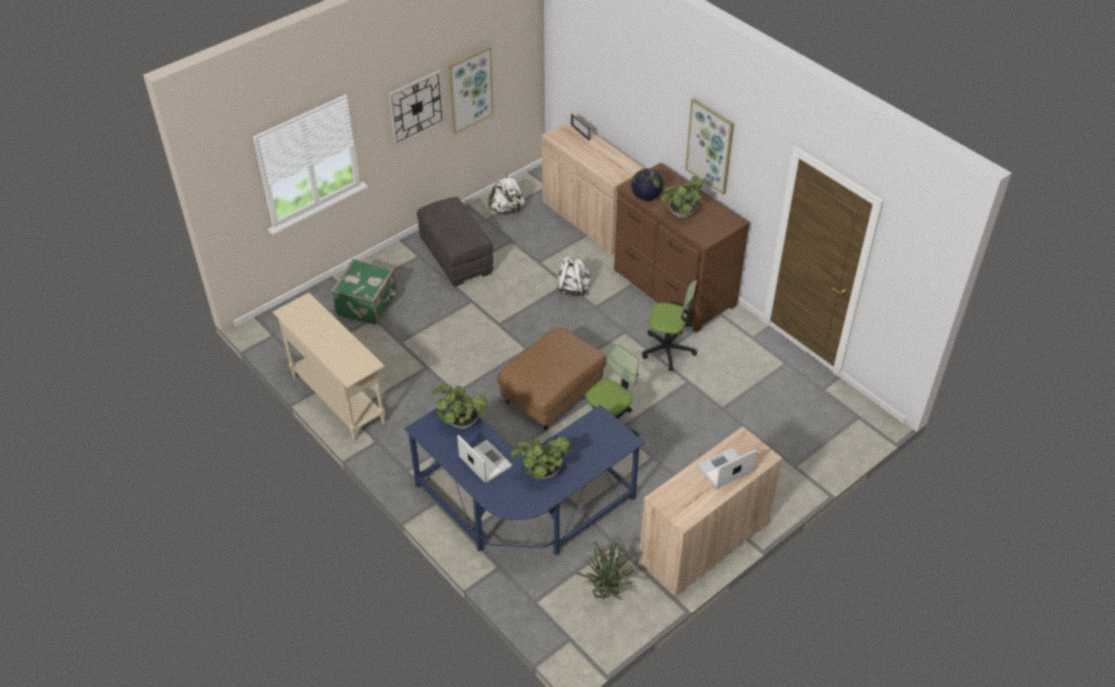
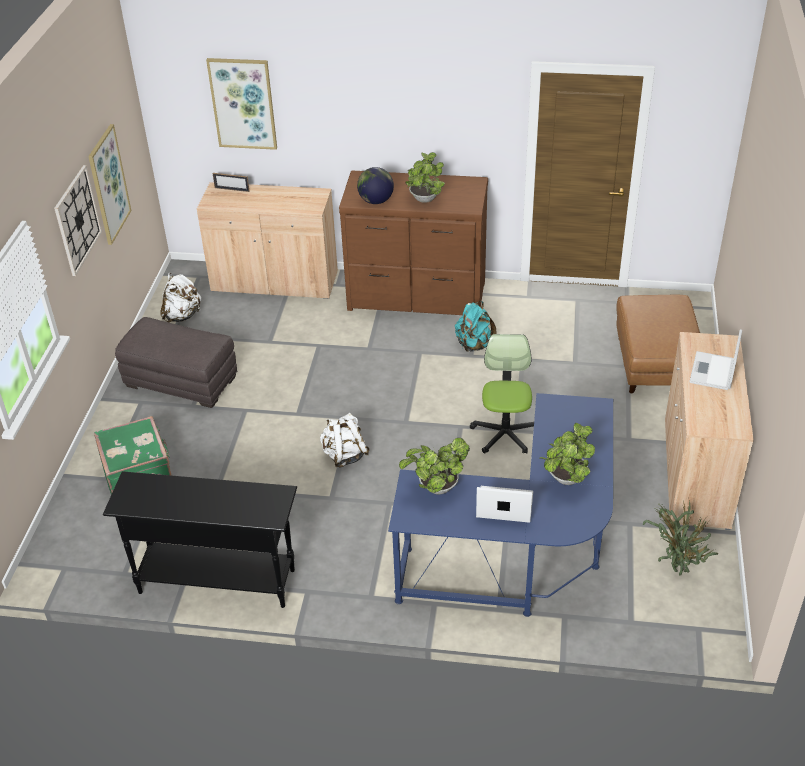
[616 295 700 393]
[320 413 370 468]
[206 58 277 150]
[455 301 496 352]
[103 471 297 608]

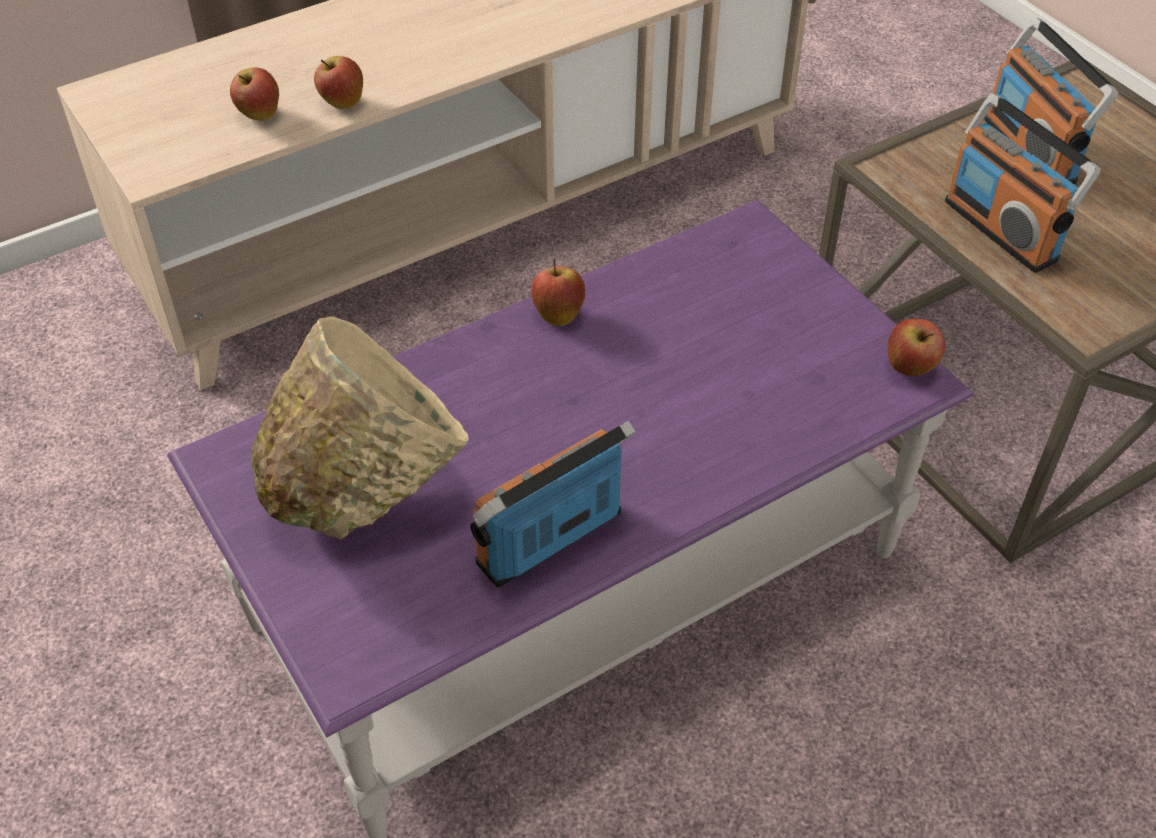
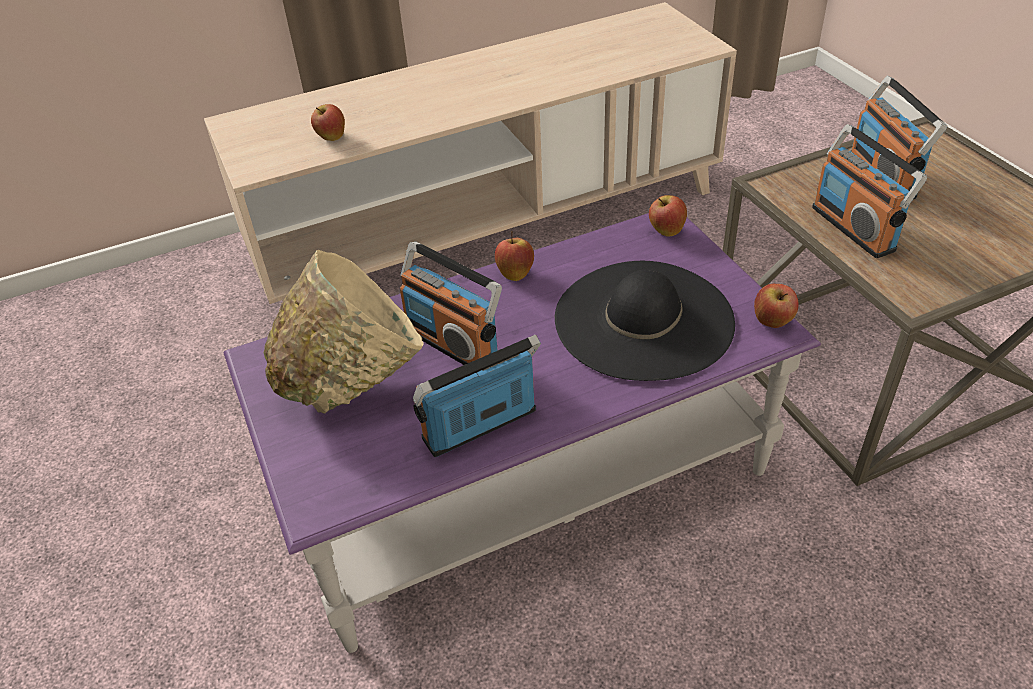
[400 242 502 365]
[555 261 735 381]
[649 195 687 237]

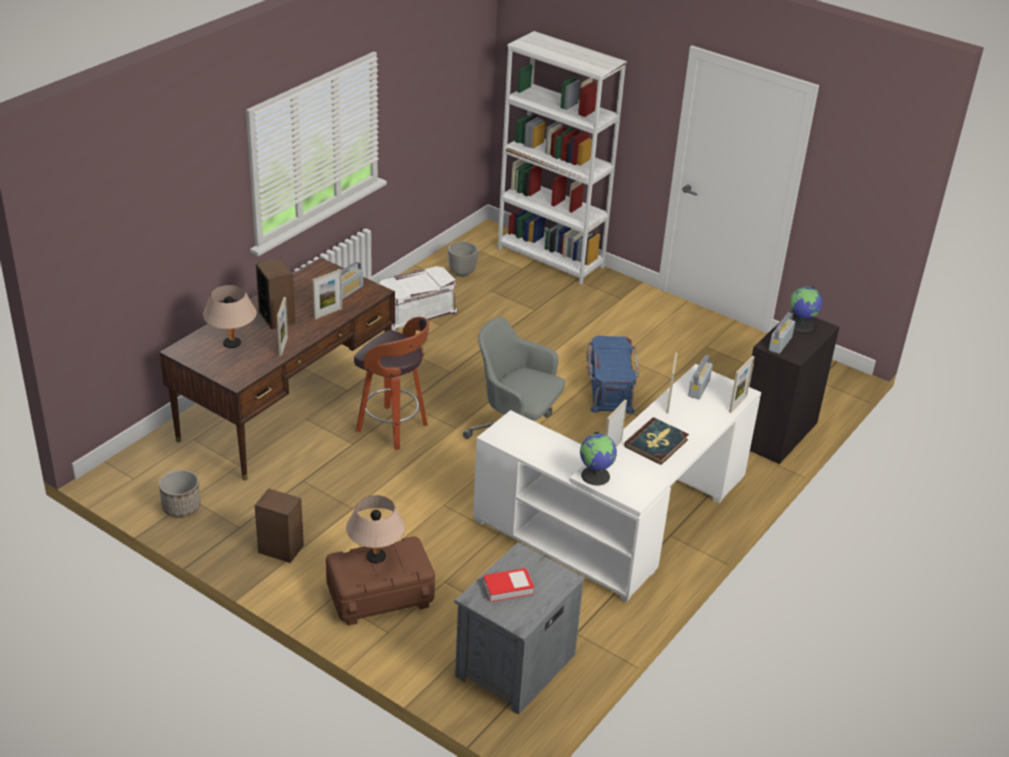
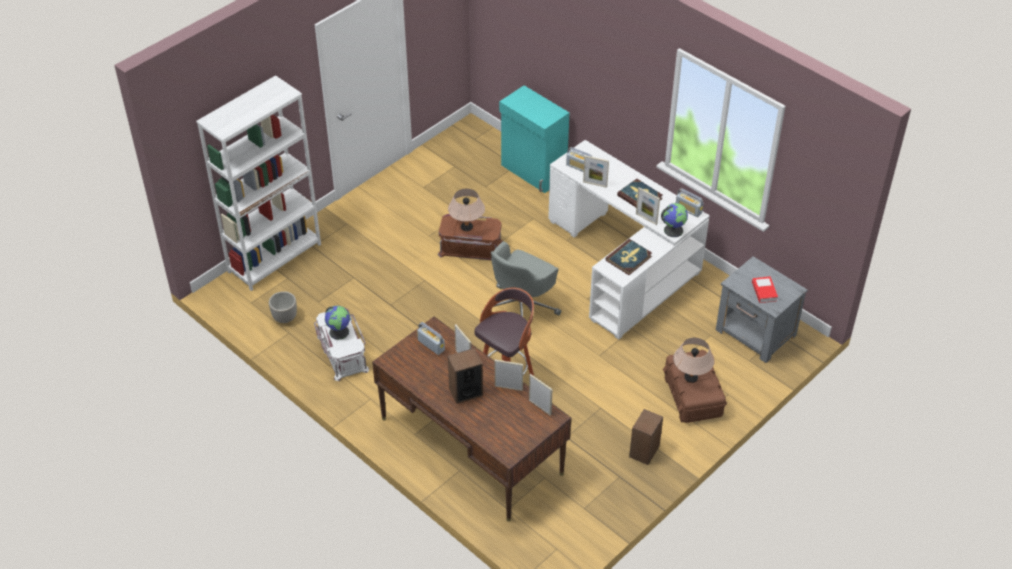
[159 470 201 517] (first image)
[606 239 652 275]
[448 189 485 231]
[529 374 552 416]
[676 188 704 217]
[325 306 350 340]
[438 214 503 260]
[499 86 569 193]

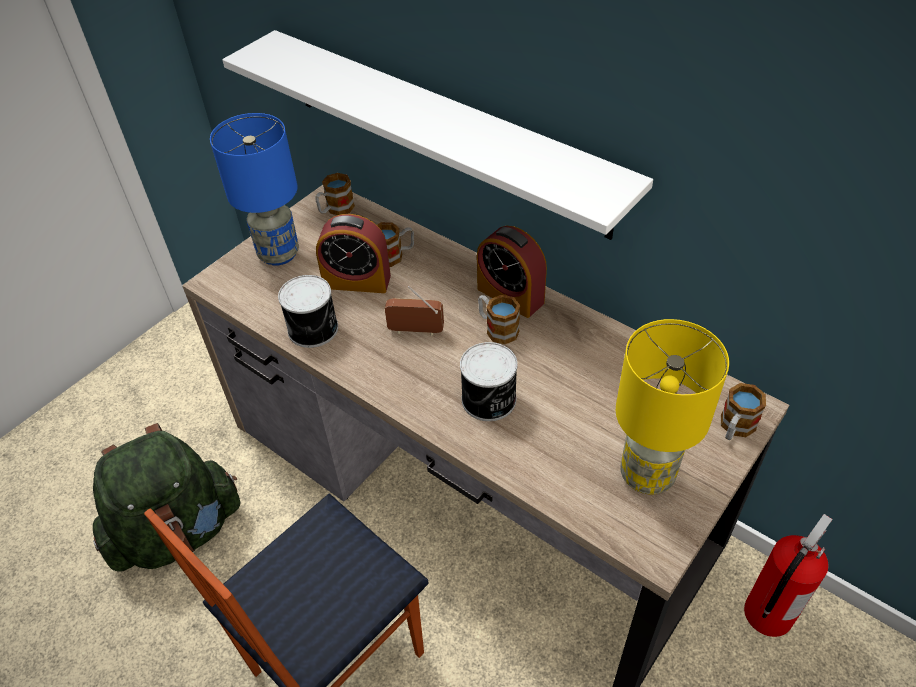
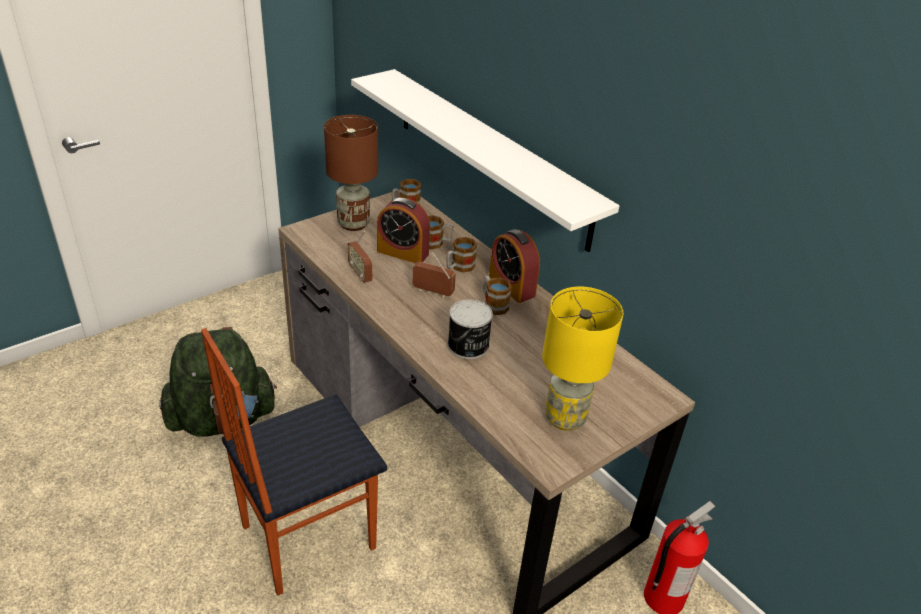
[446 237 477 272]
[348 231 372 283]
[324 115 378 231]

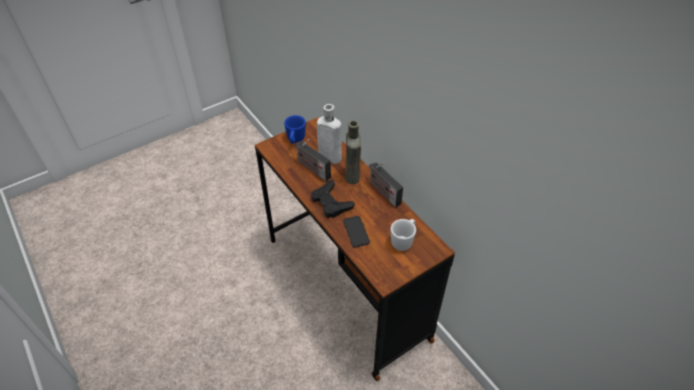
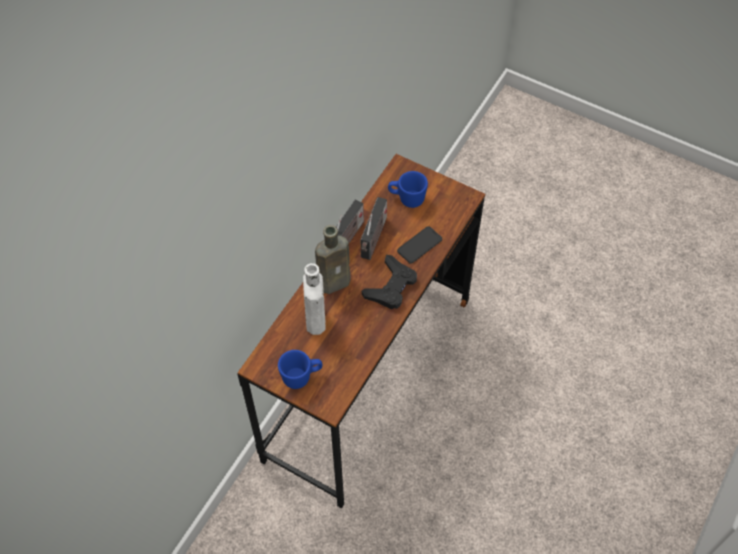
[361 197 387 260]
[388 171 428 208]

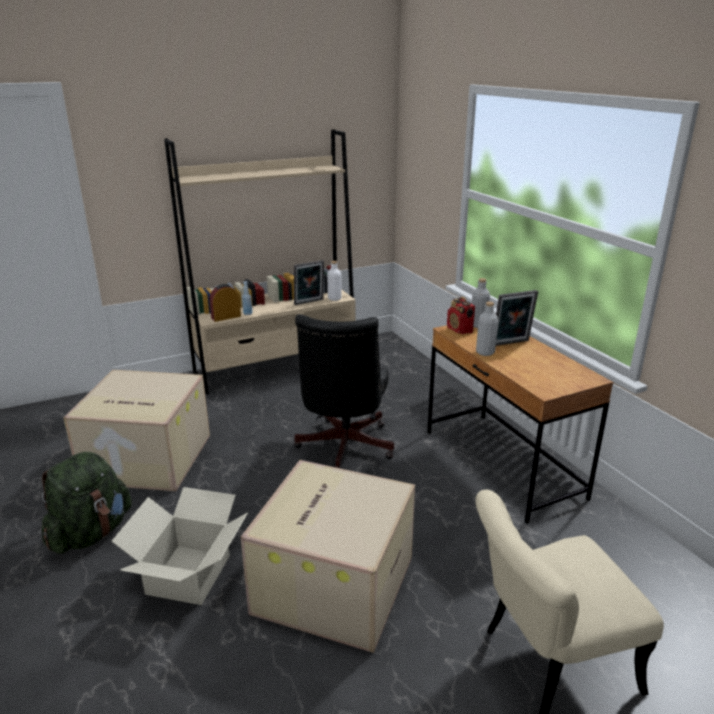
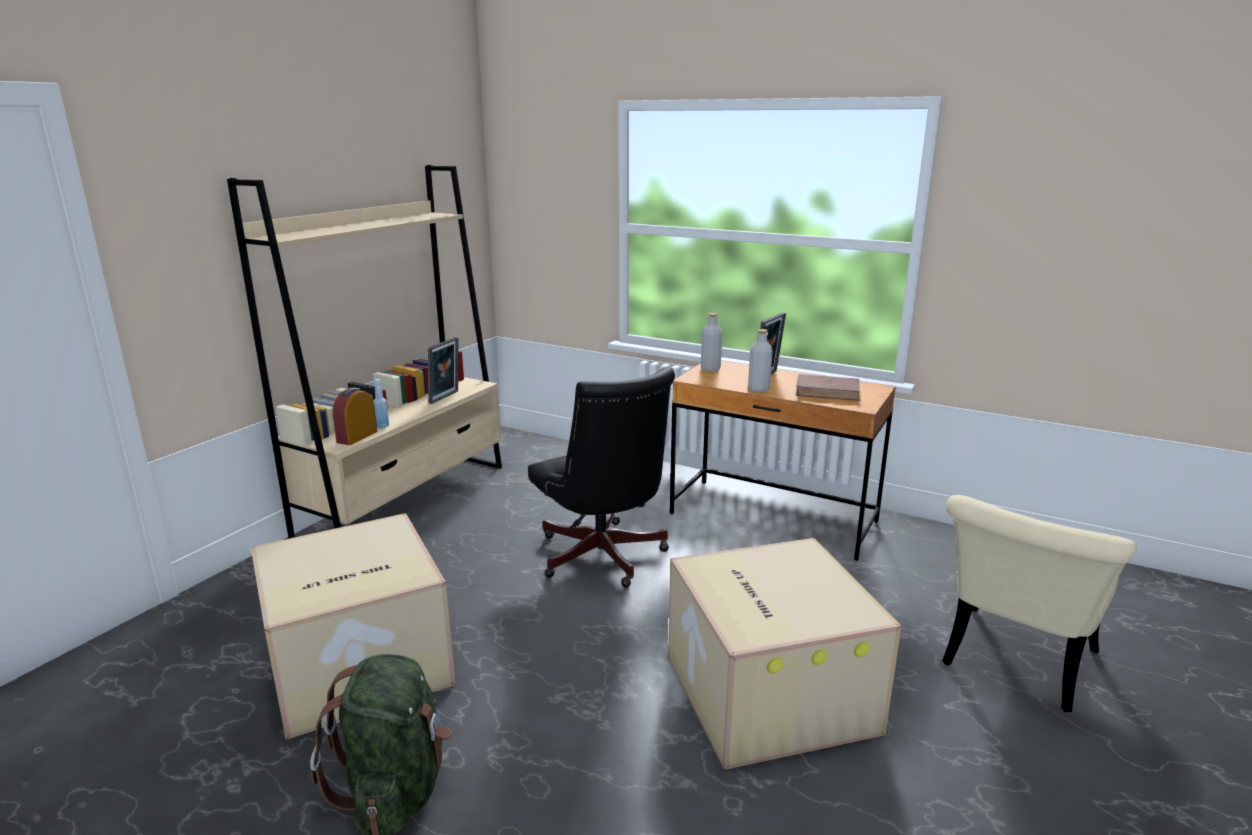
[111 487 248 605] (first image)
[327 261 342 301] (first image)
[447 297 475 334] (first image)
[795 374 860 401]

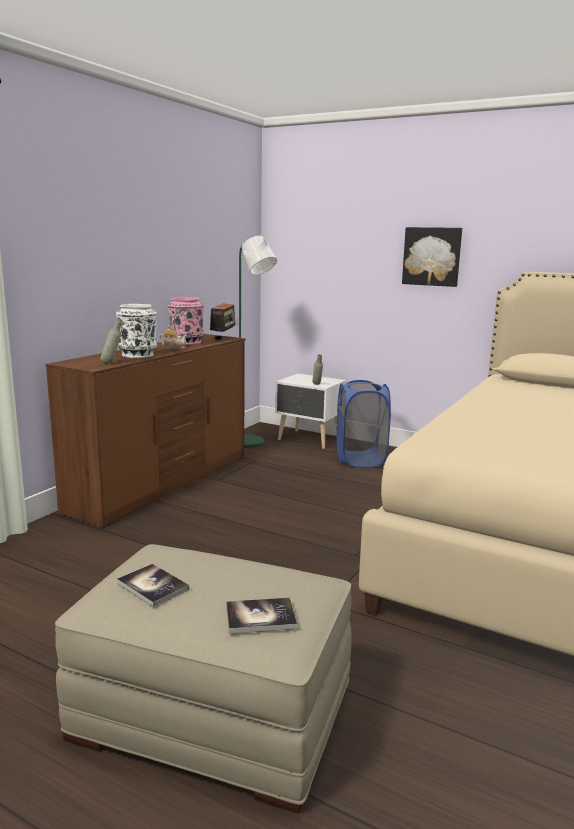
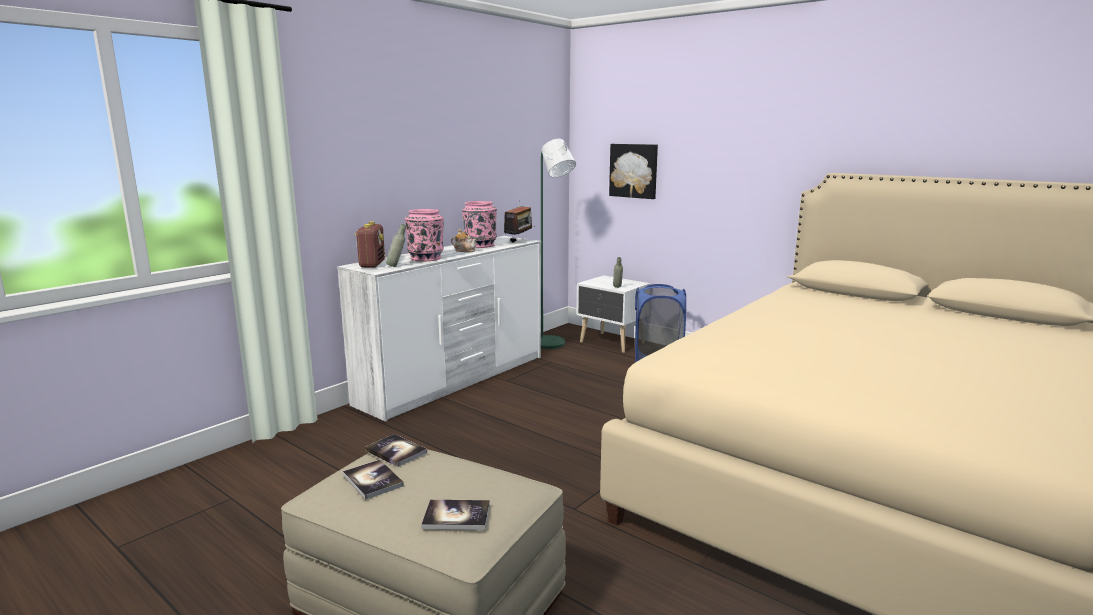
[354 221 385 268]
[365 434 427 467]
[609 144 658 199]
[337 236 541 422]
[405 209 444 261]

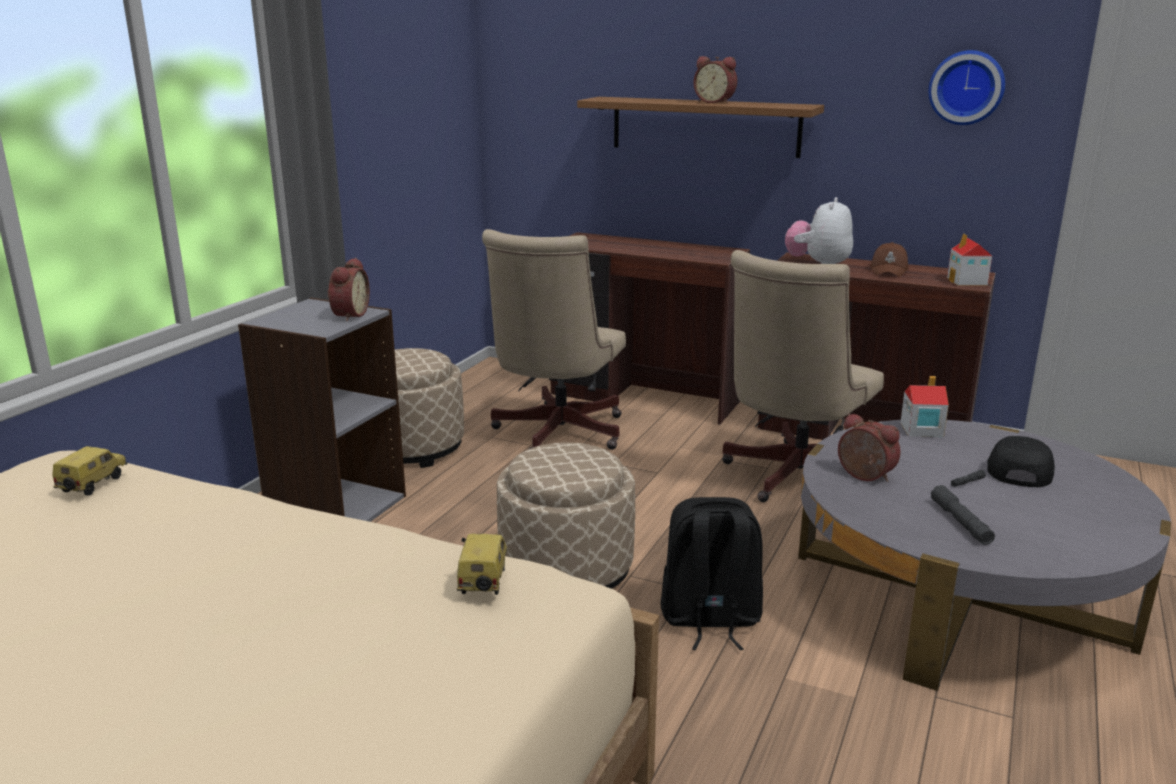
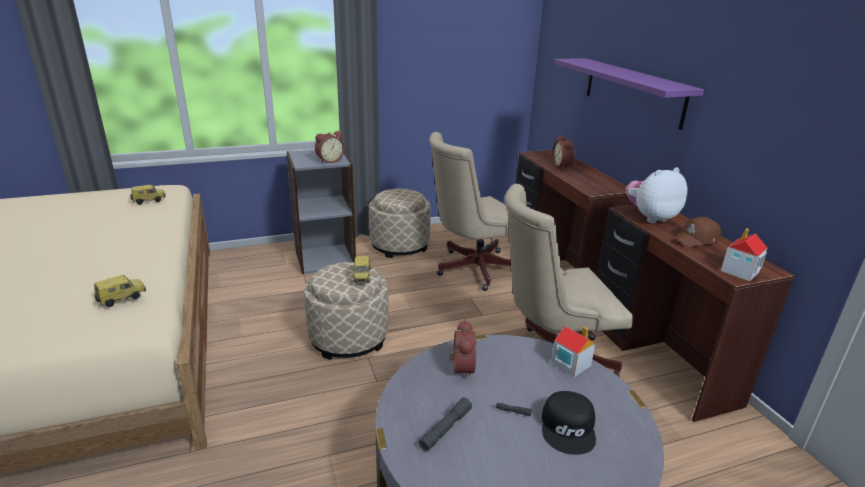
[660 497 763 650] (first image)
[929 50 1005 125] (first image)
[354 256 371 283]
[552 135 574 170]
[554 58 704 130]
[542 391 596 455]

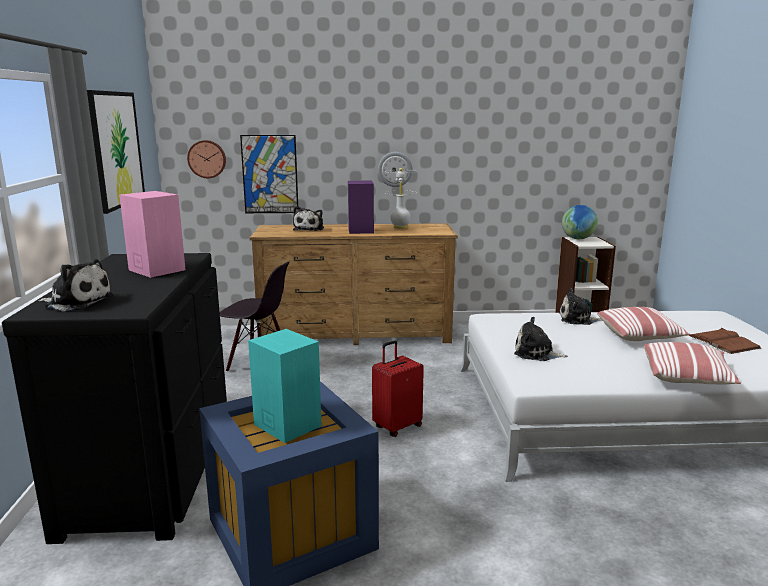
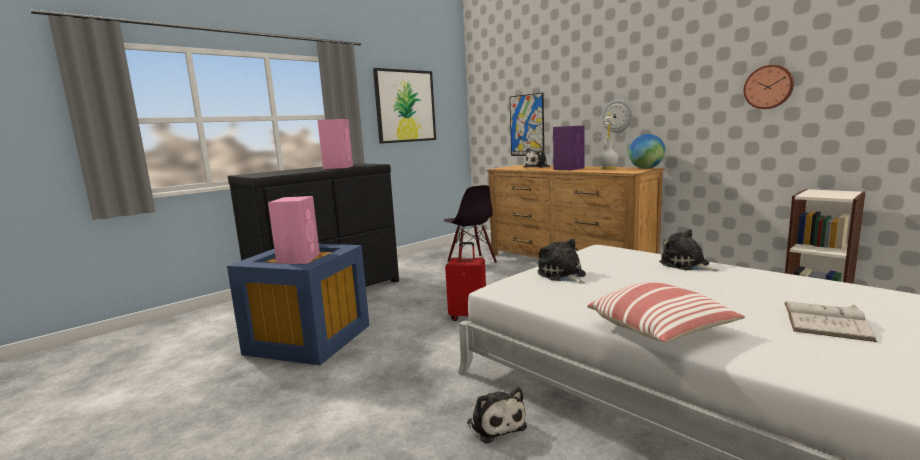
[597 307 690 341] (first image)
[467 387 527 444]
[743 65 794 109]
[628 134 665 169]
[268 196 320 264]
[784 301 877 342]

